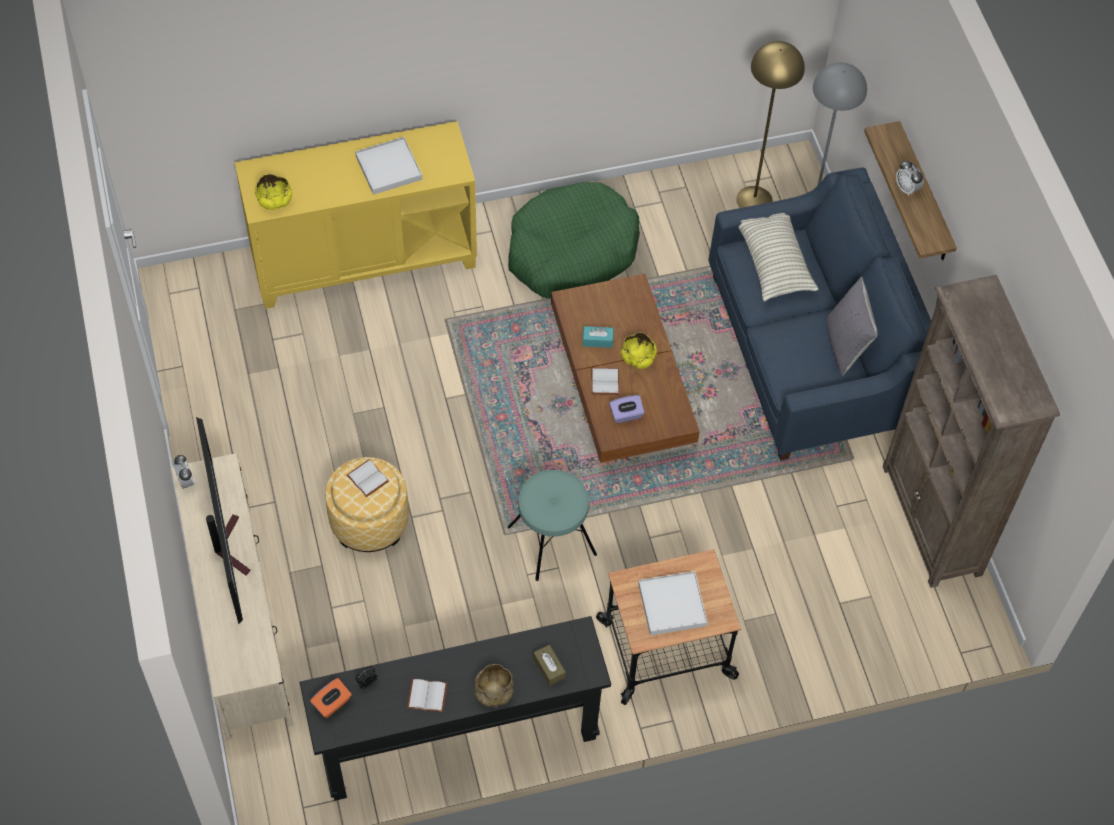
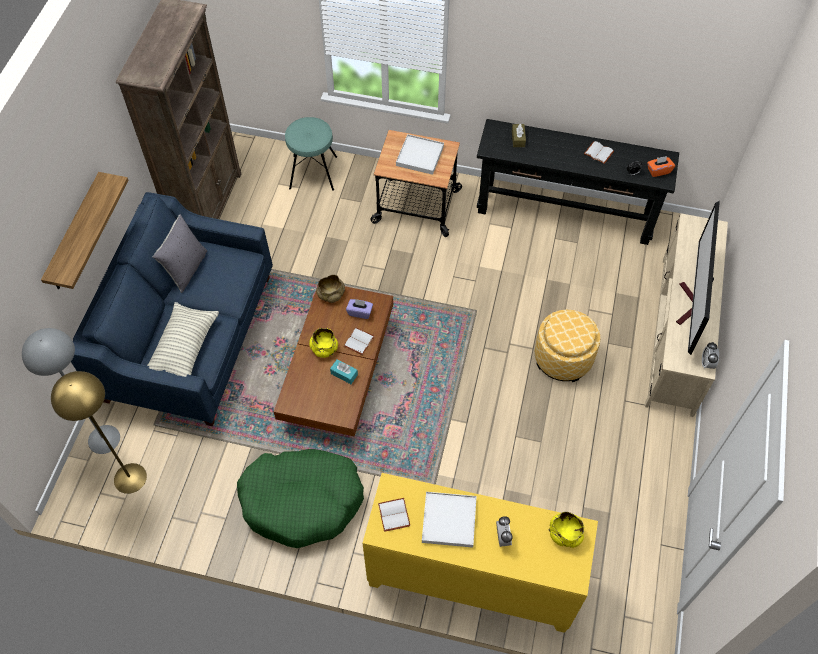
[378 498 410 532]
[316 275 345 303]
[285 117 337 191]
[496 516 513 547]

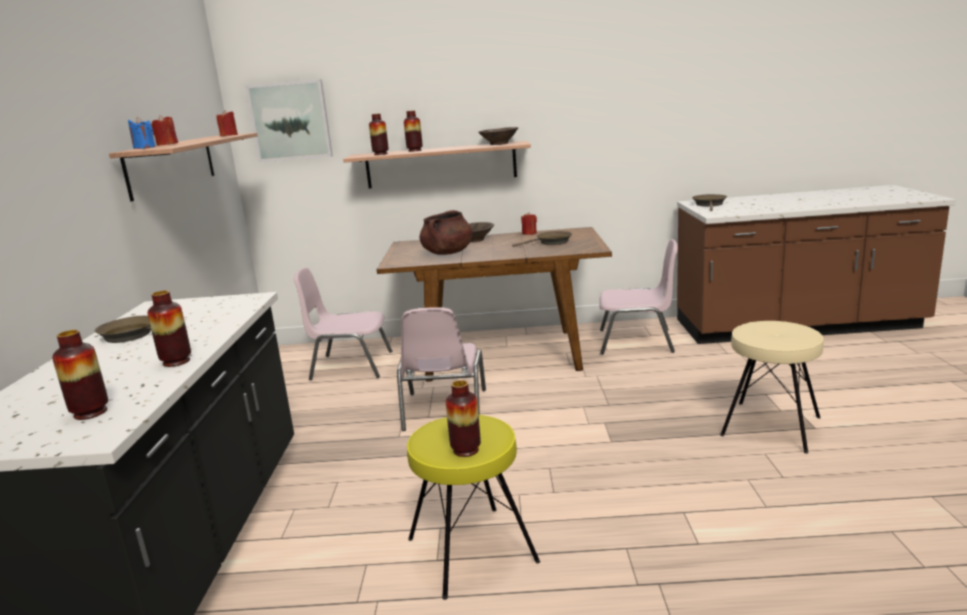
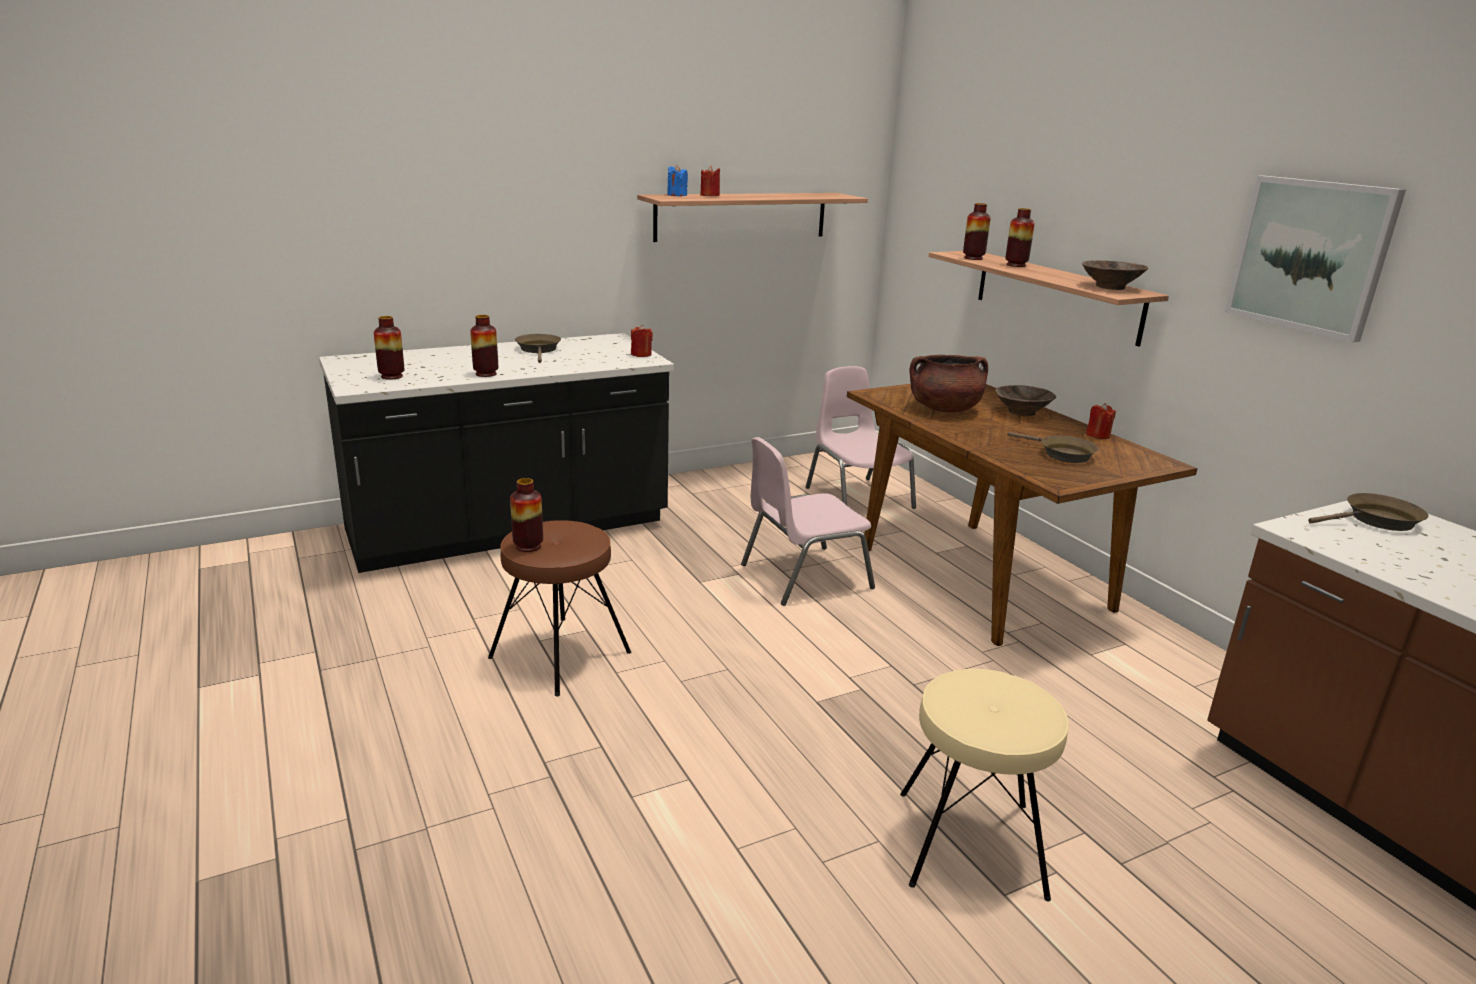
[599 239 678 354] (first image)
[631 325 653 357]
[1225 176 1406 342]
[488 520 631 697]

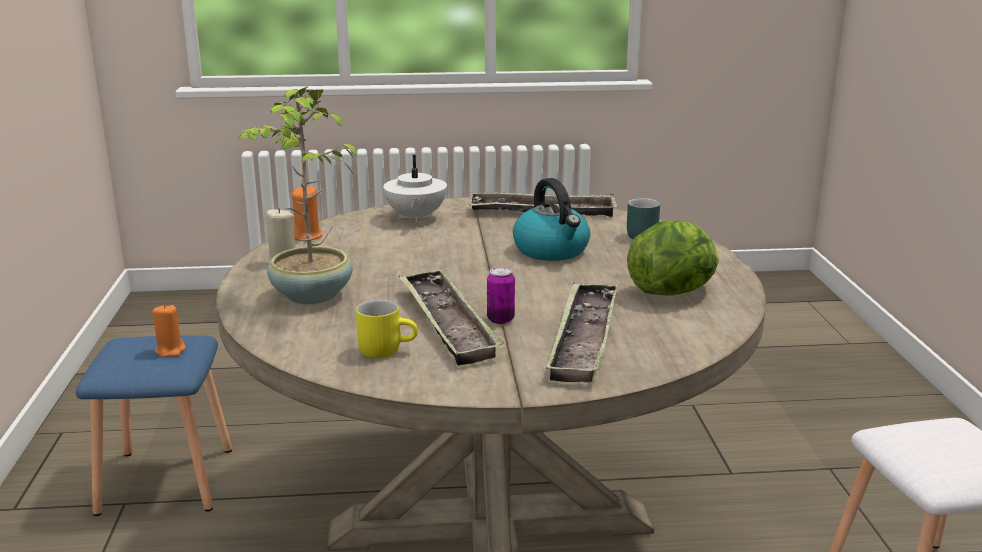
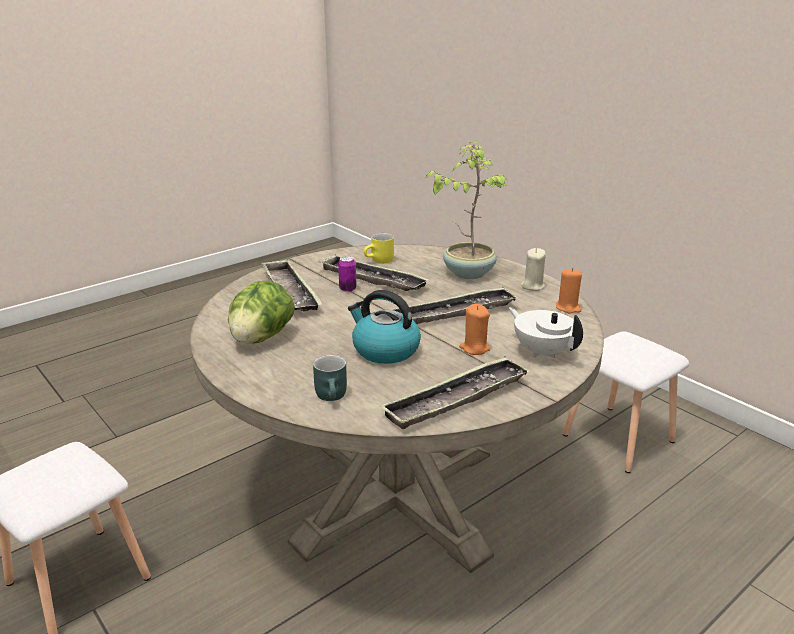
[388 287 518 324]
[459 304 490 355]
[563 331 689 473]

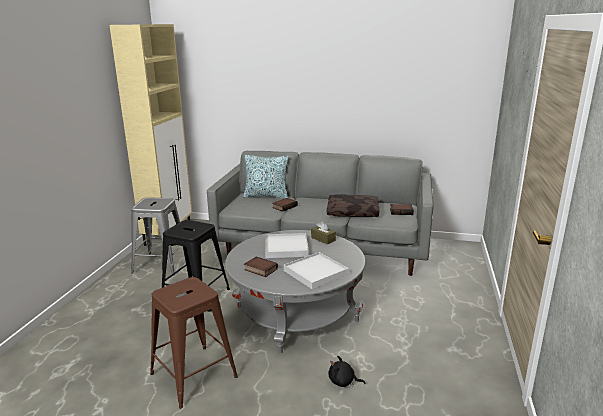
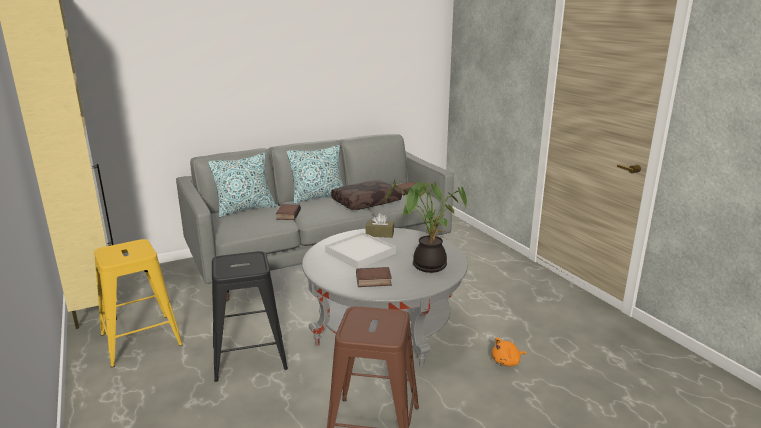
[287 145 344 204]
[386 180 467 273]
[94 239 183 367]
[492 338 527 366]

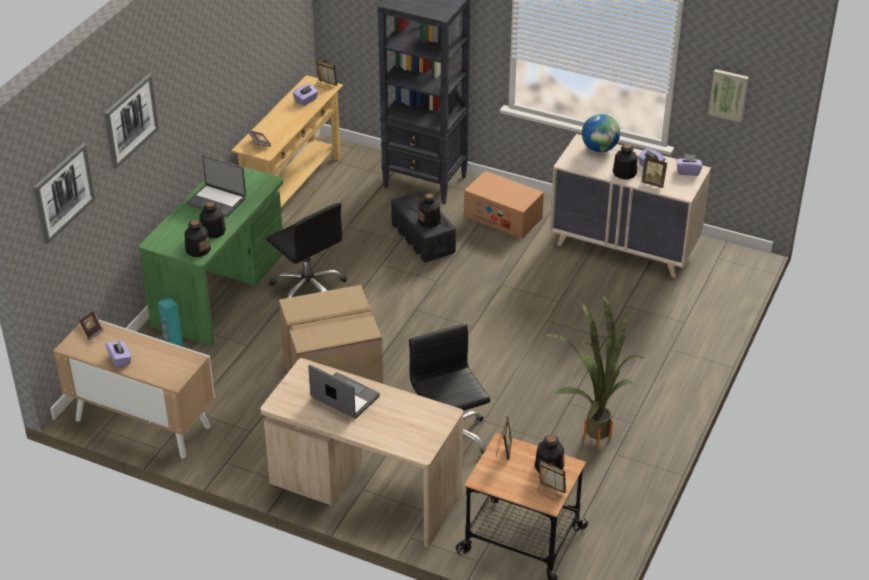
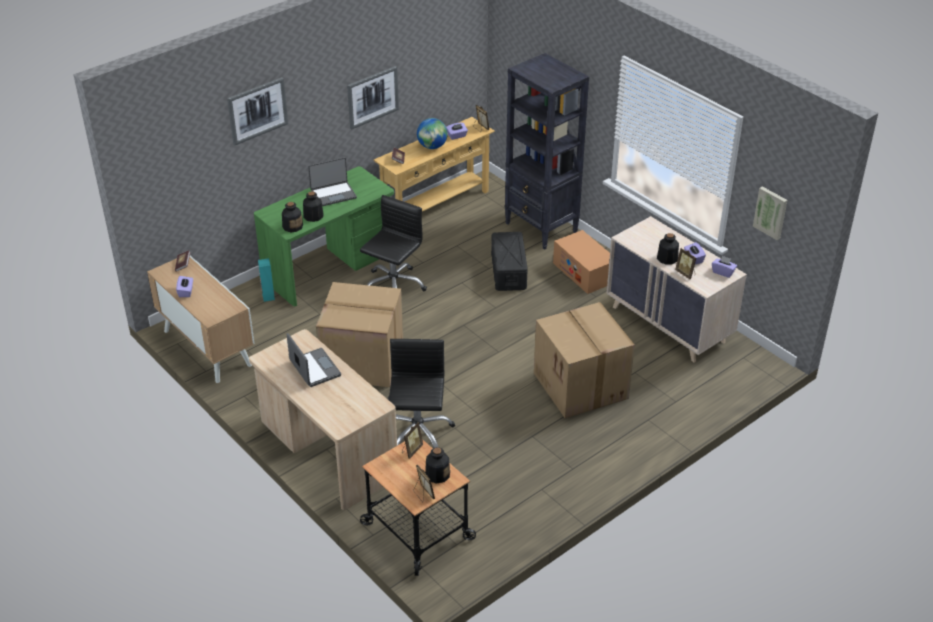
[418 194 441 228] (first image)
[544 291 644 449] (first image)
[534 302 635 418]
[347 66 399 130]
[417 118 448 149]
[308 157 357 206]
[360 195 427 291]

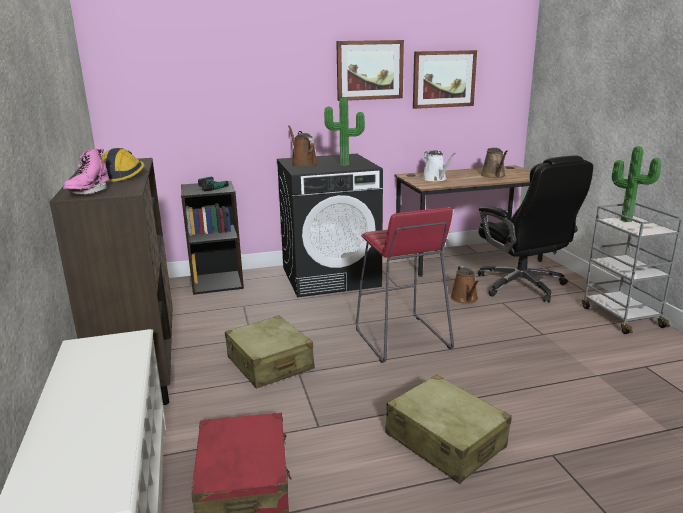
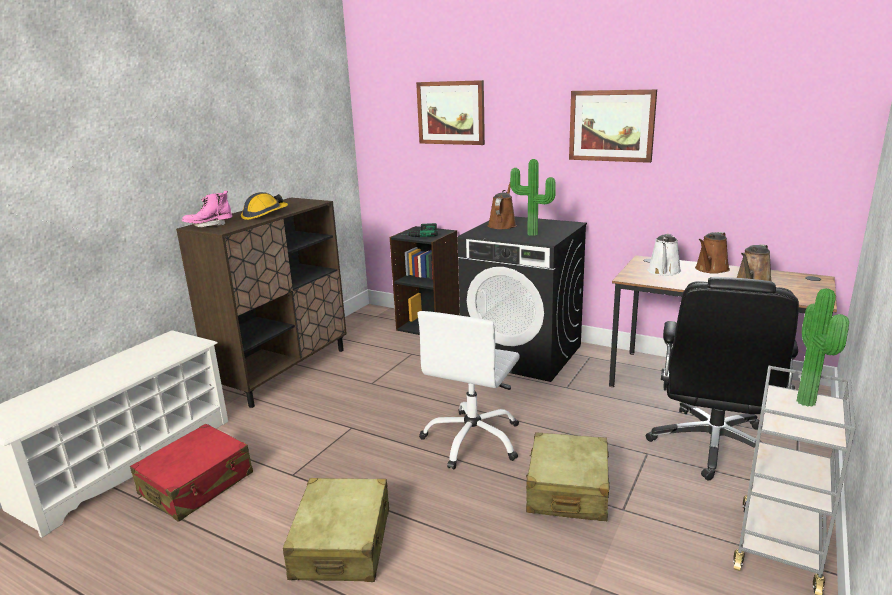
[526 432 610 521]
[416 80 485 145]
[695 232 730 274]
[417 311 520 470]

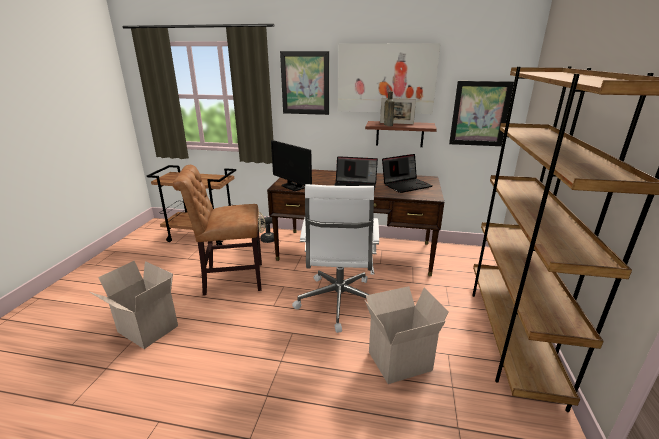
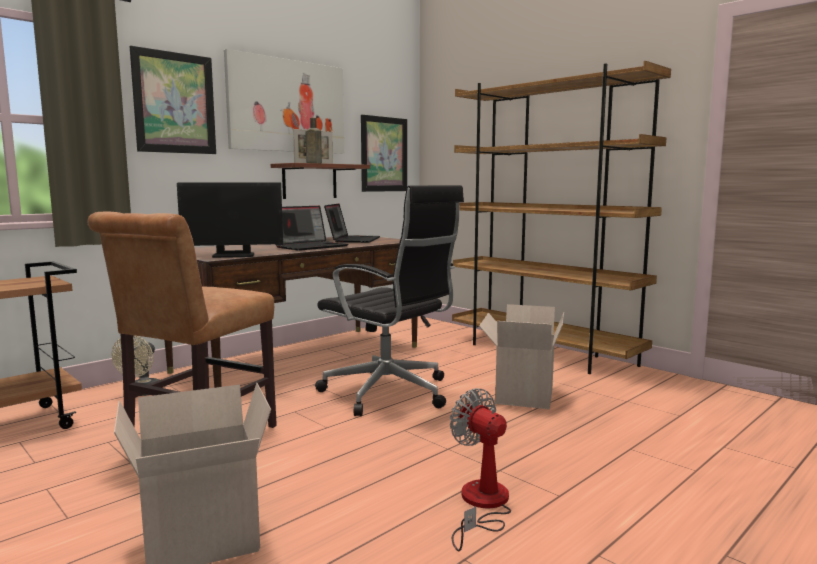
[450 388 511 551]
[315 185 464 416]

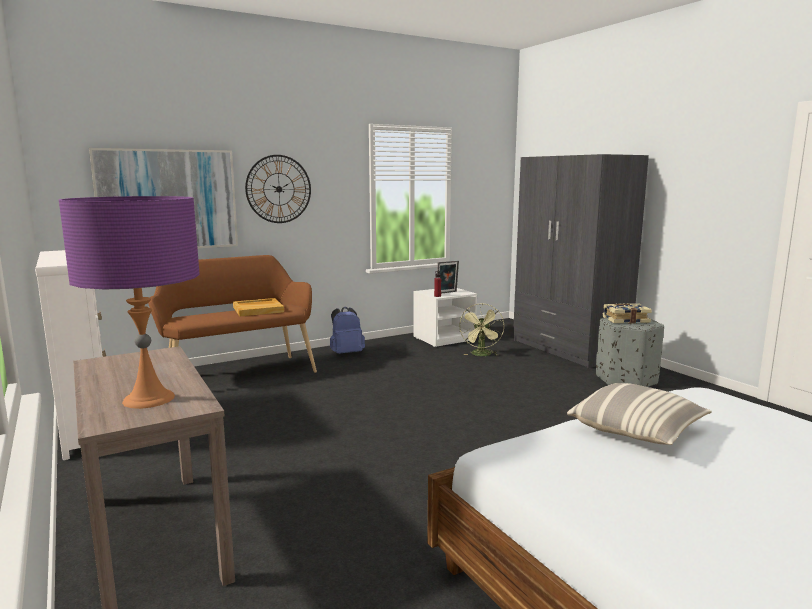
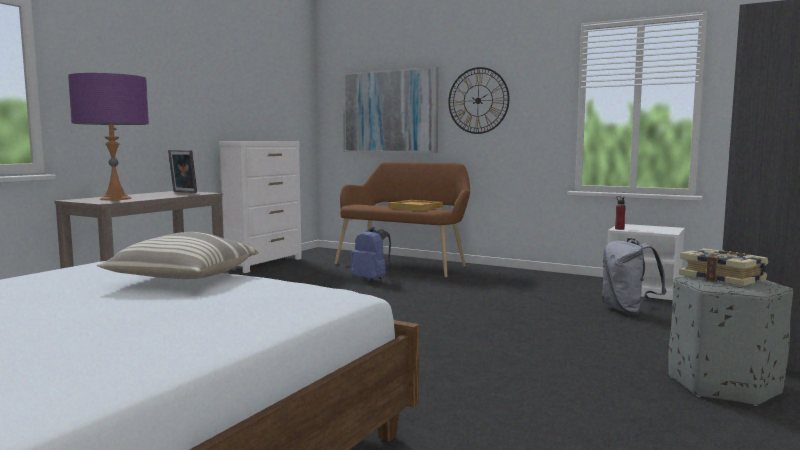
[350 226 391 279]
[168 150 197 193]
[602 238 666 315]

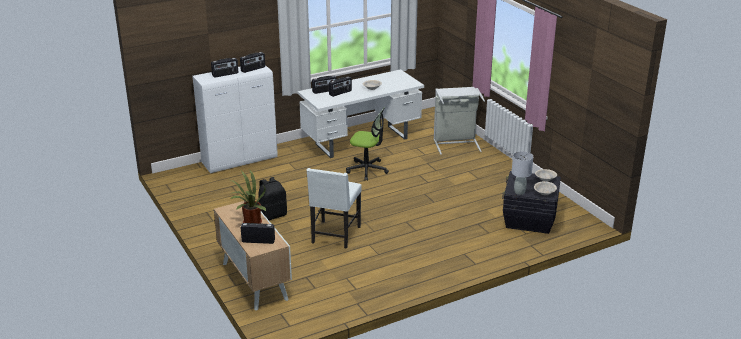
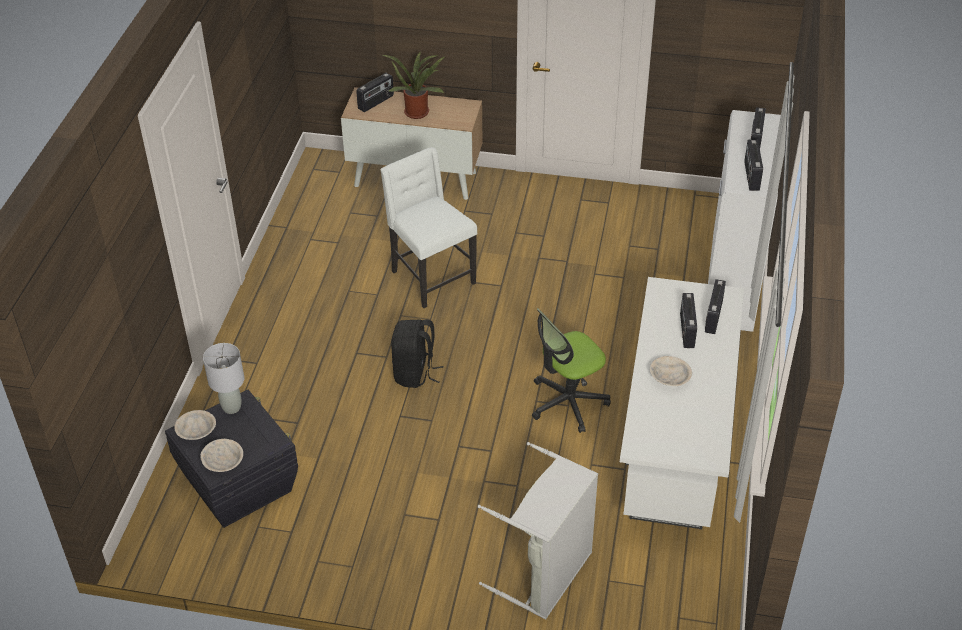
[391 320 443 388]

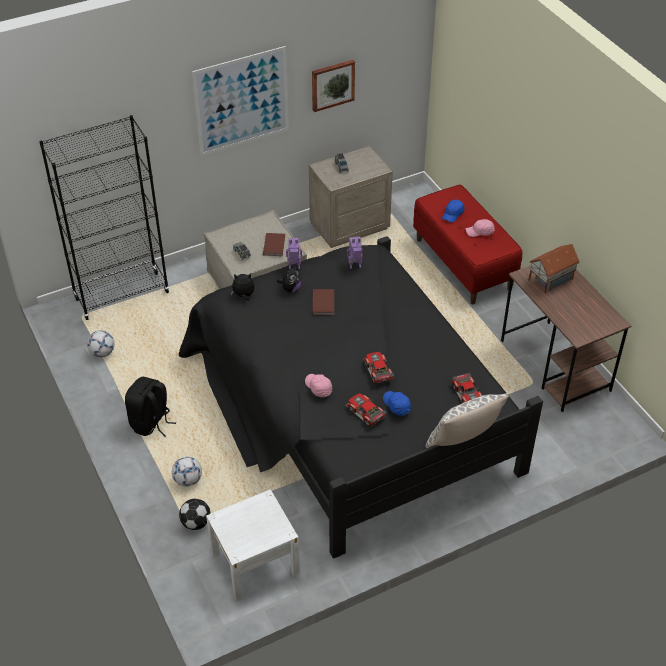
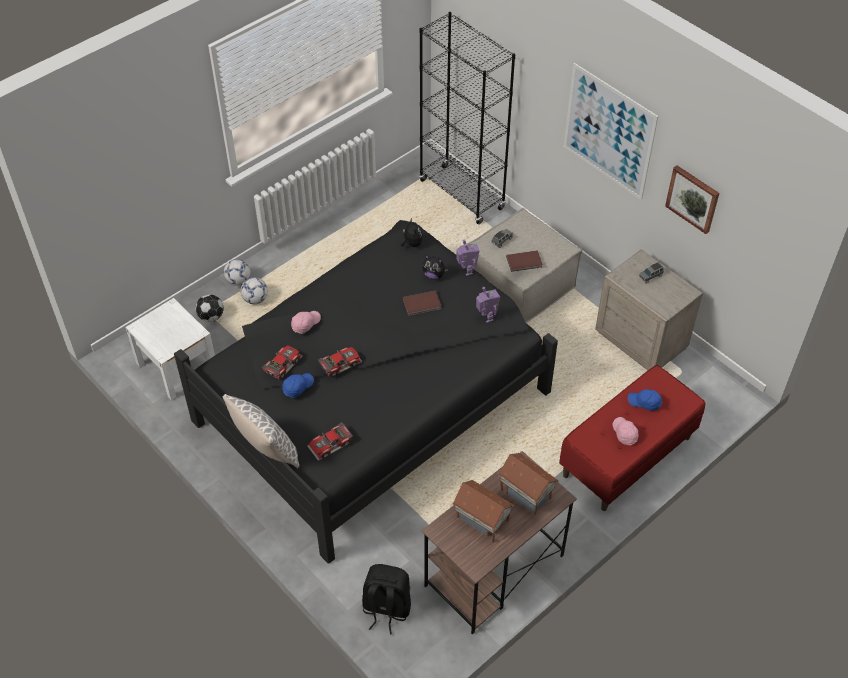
[453 480 514 543]
[224 259 251 286]
[362 564 411 635]

